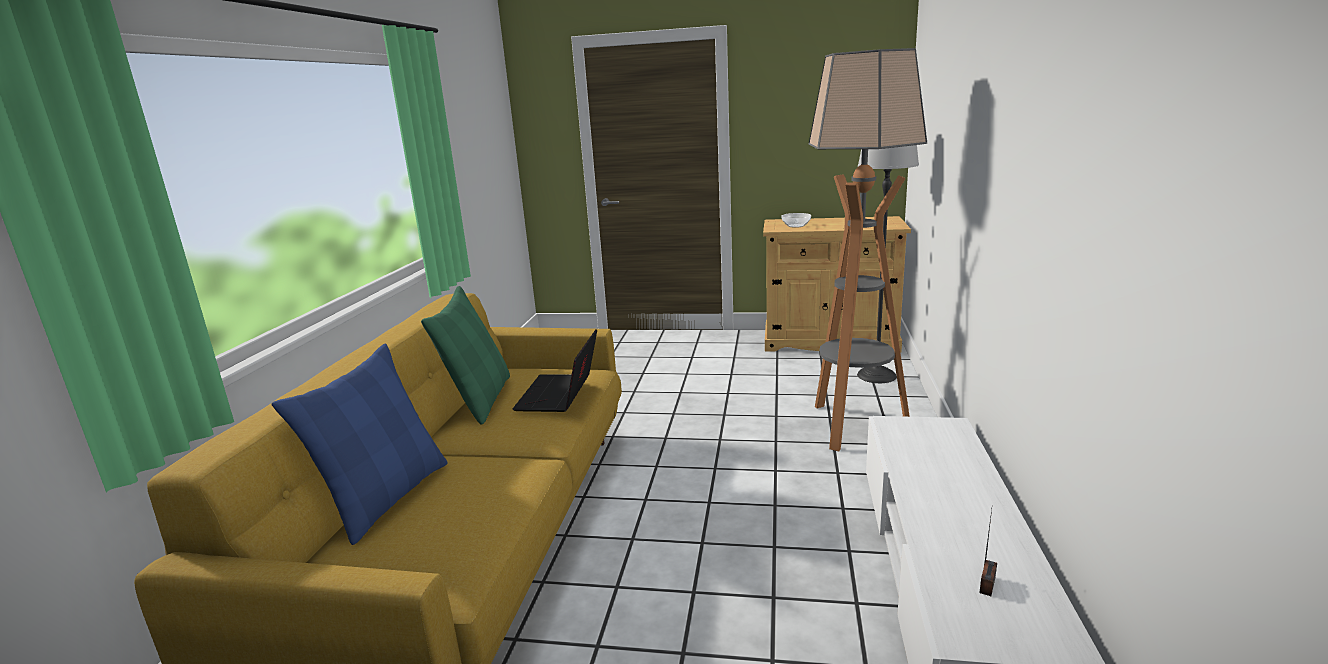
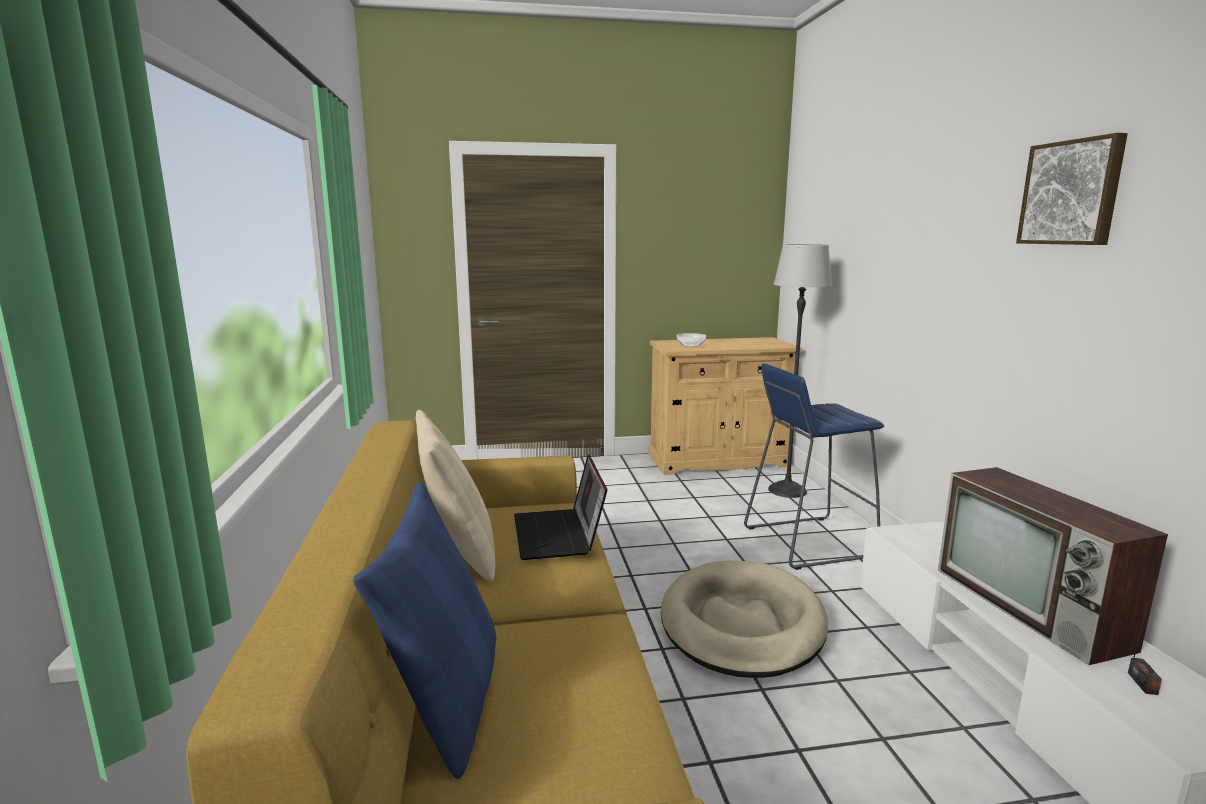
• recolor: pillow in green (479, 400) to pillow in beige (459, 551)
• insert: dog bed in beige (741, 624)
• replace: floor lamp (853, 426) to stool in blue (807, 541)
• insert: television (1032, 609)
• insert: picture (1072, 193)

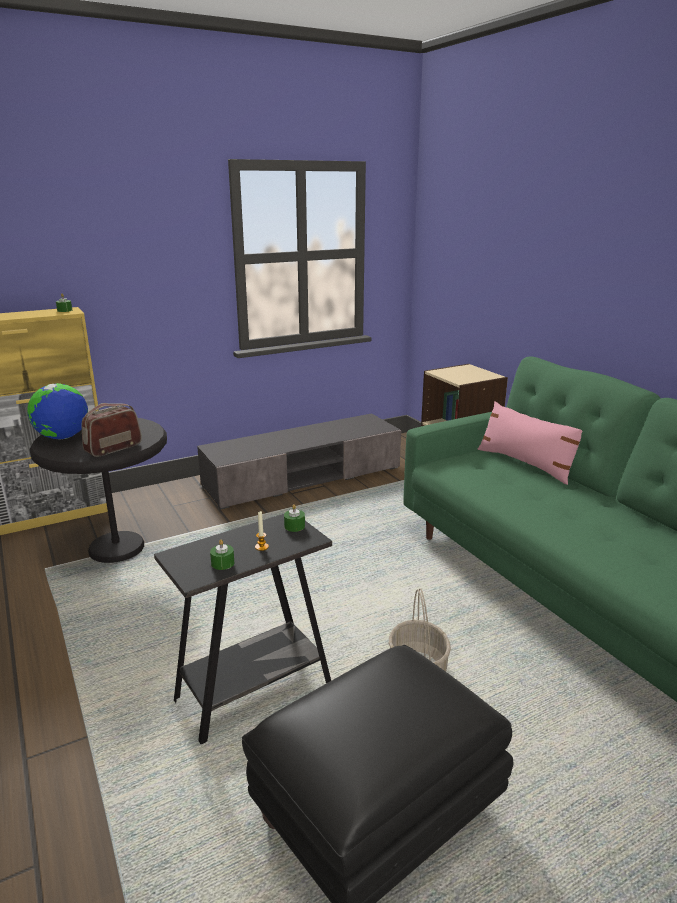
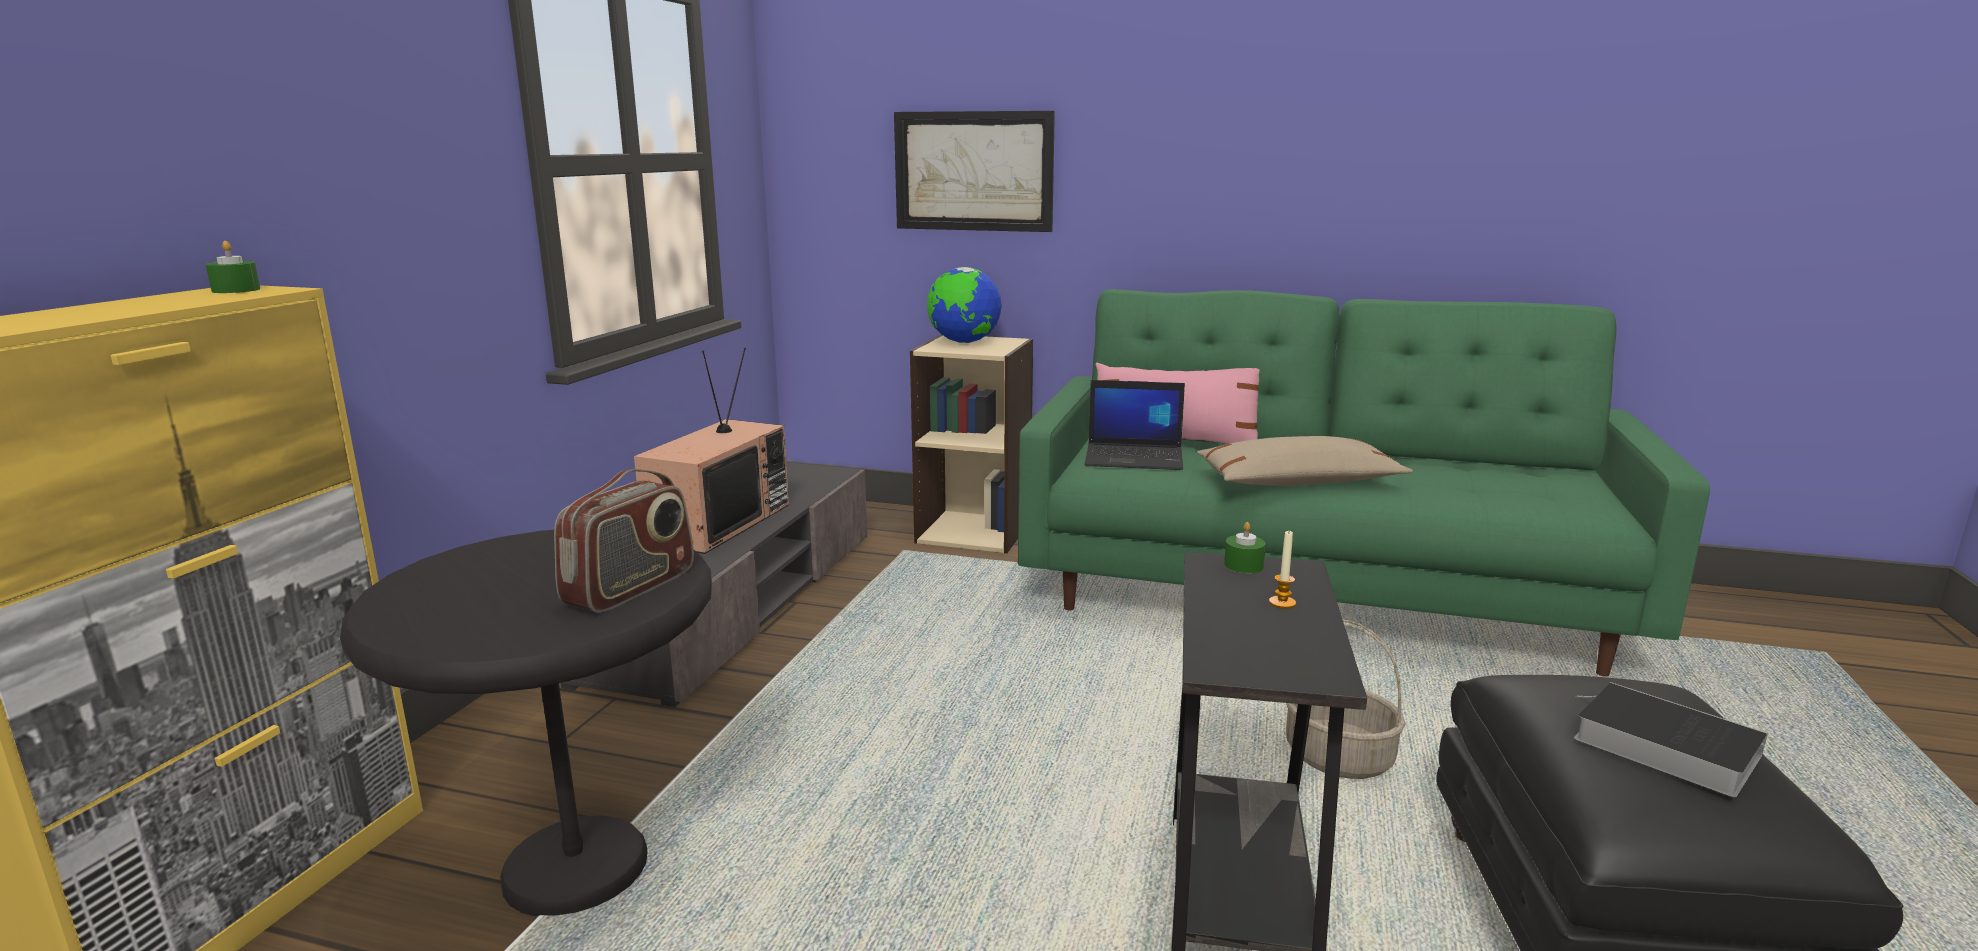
• rotate: radio (113, 448) = (631, 588) 150 degrees counterclockwise
• insert: television (718, 522)
• insert: picture (974, 171)
• move: globe (62, 437) to (964, 342)
• insert: laptop (1135, 458)
• insert: pillow in beige (1297, 482)
• insert: book (1659, 745)
• delete: candle in green (222, 563)

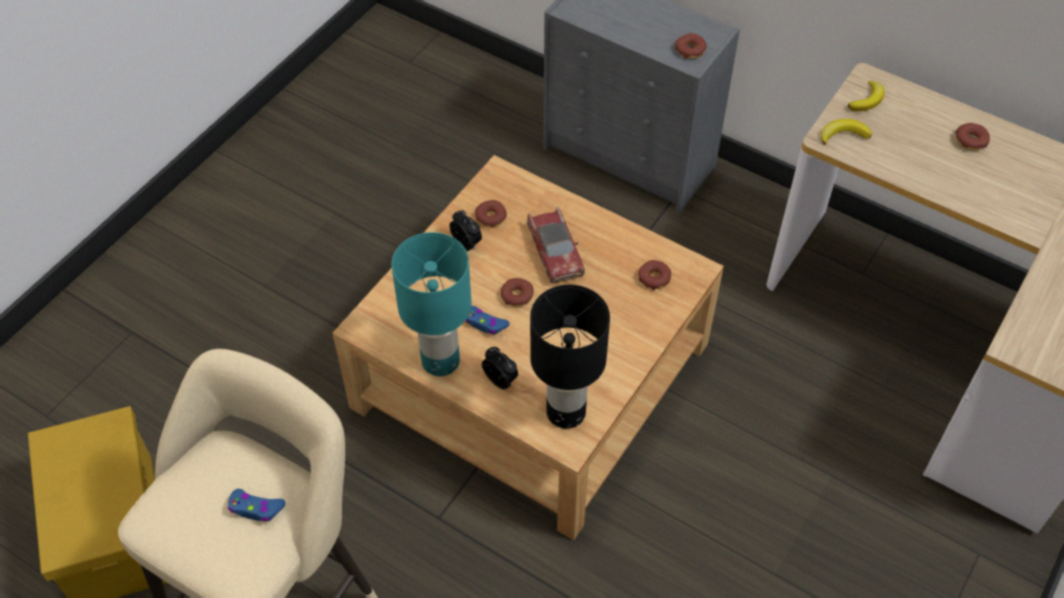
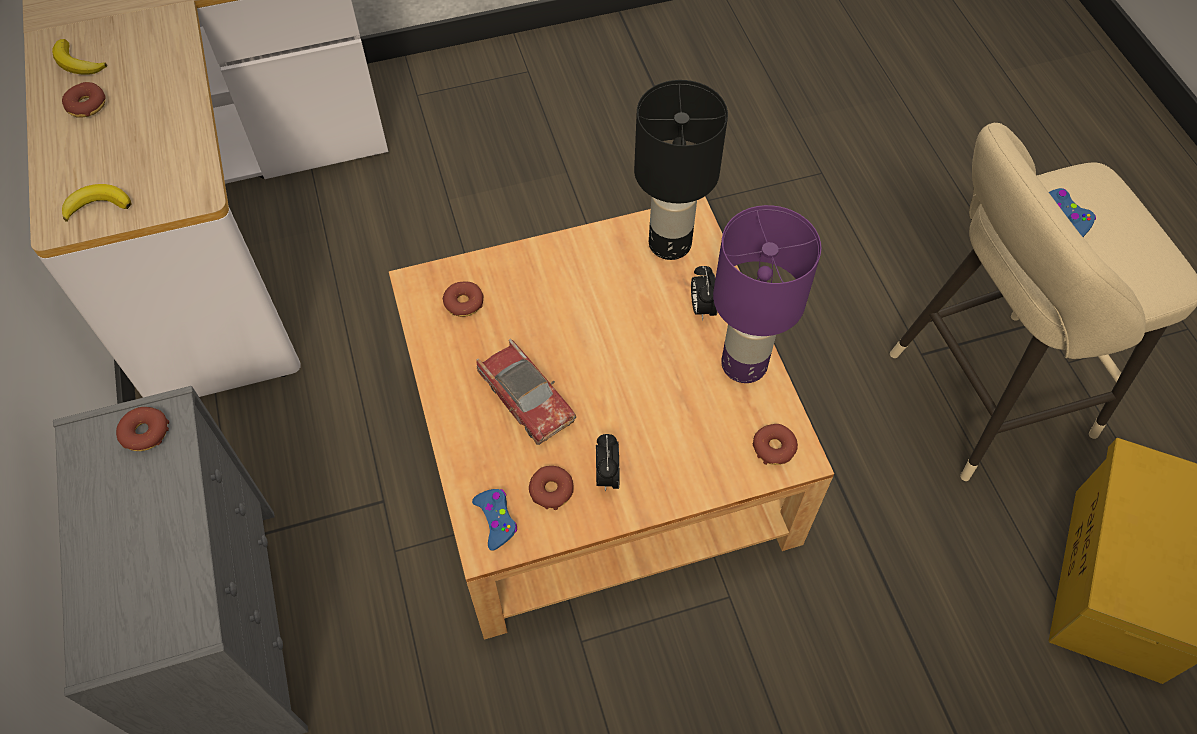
• move: banana (843, 134) to (77, 63)
• move: game controller in blue (485, 324) to (496, 520)
• rotate: toy car (555, 251) = (526, 398) 120 degrees clockwise
• recolor: table lamp in turquoise (441, 361) to table lamp in purple (743, 363)
• move: donut (517, 296) to (774, 448)

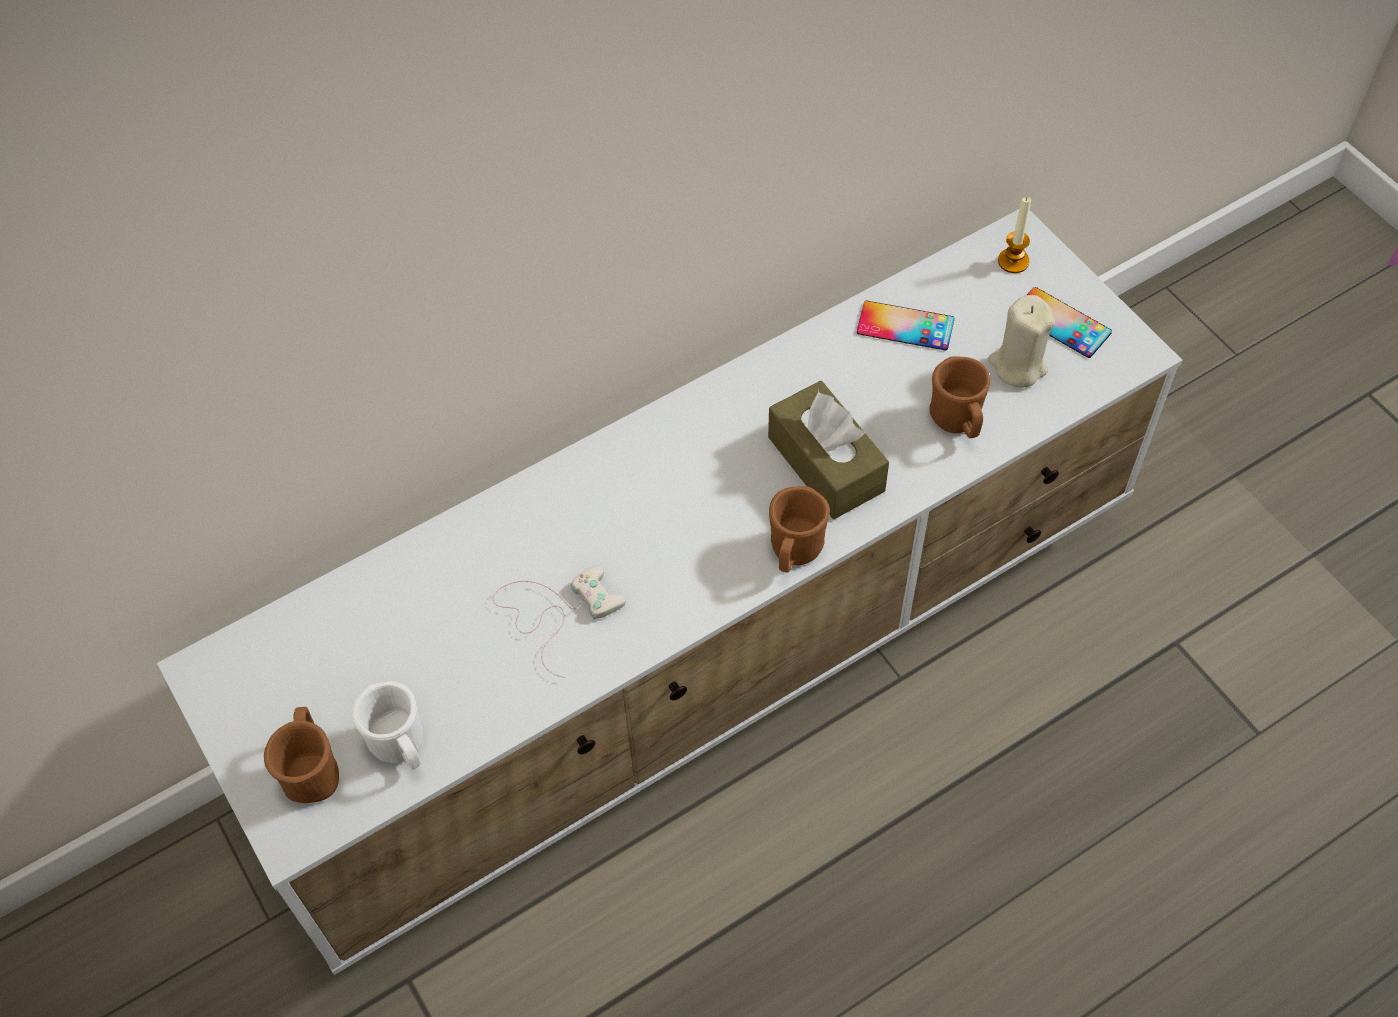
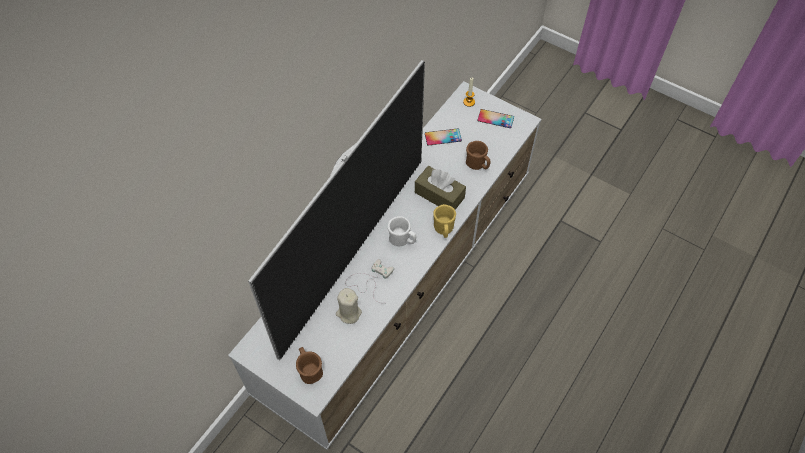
• insert: television (353, 252)
• move: candle in beige (1017, 365) to (348, 313)
• move: mug in white (401, 747) to (402, 240)
• recolor: mug in brown (794, 552) to mug in yellow (444, 230)

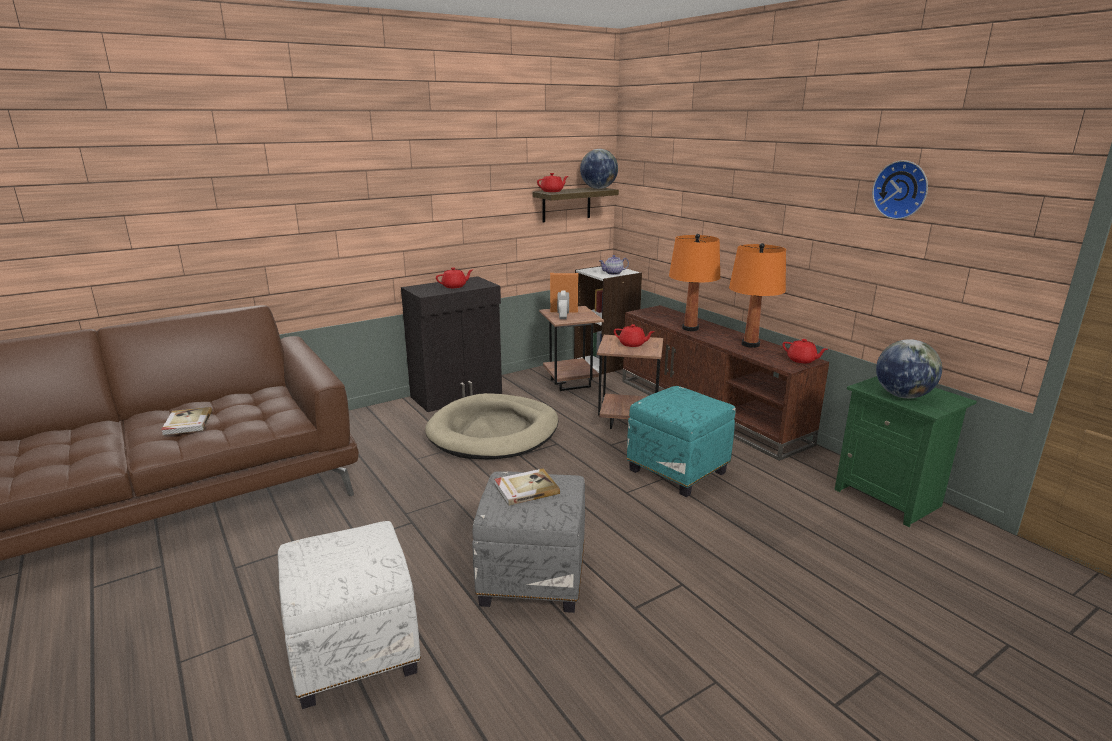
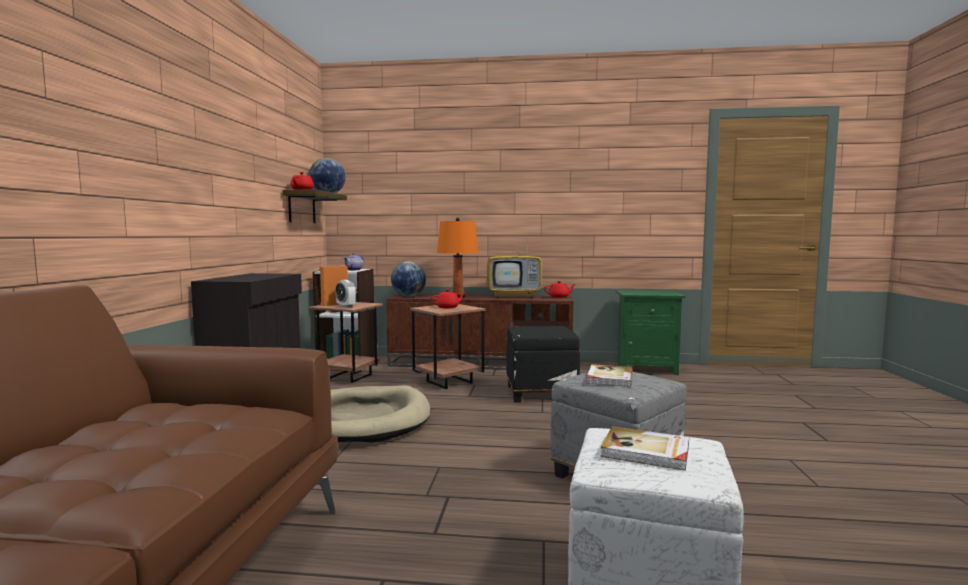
• move: globe (902, 395) to (408, 296)
• replace: table lamp in orange (750, 344) to television (514, 297)
• recolor: ottoman in turquoise (678, 471) to ottoman in black (541, 393)
• move: book (187, 423) to (646, 451)
• delete: teapot in red (454, 286)
• delete: wall clock (902, 189)

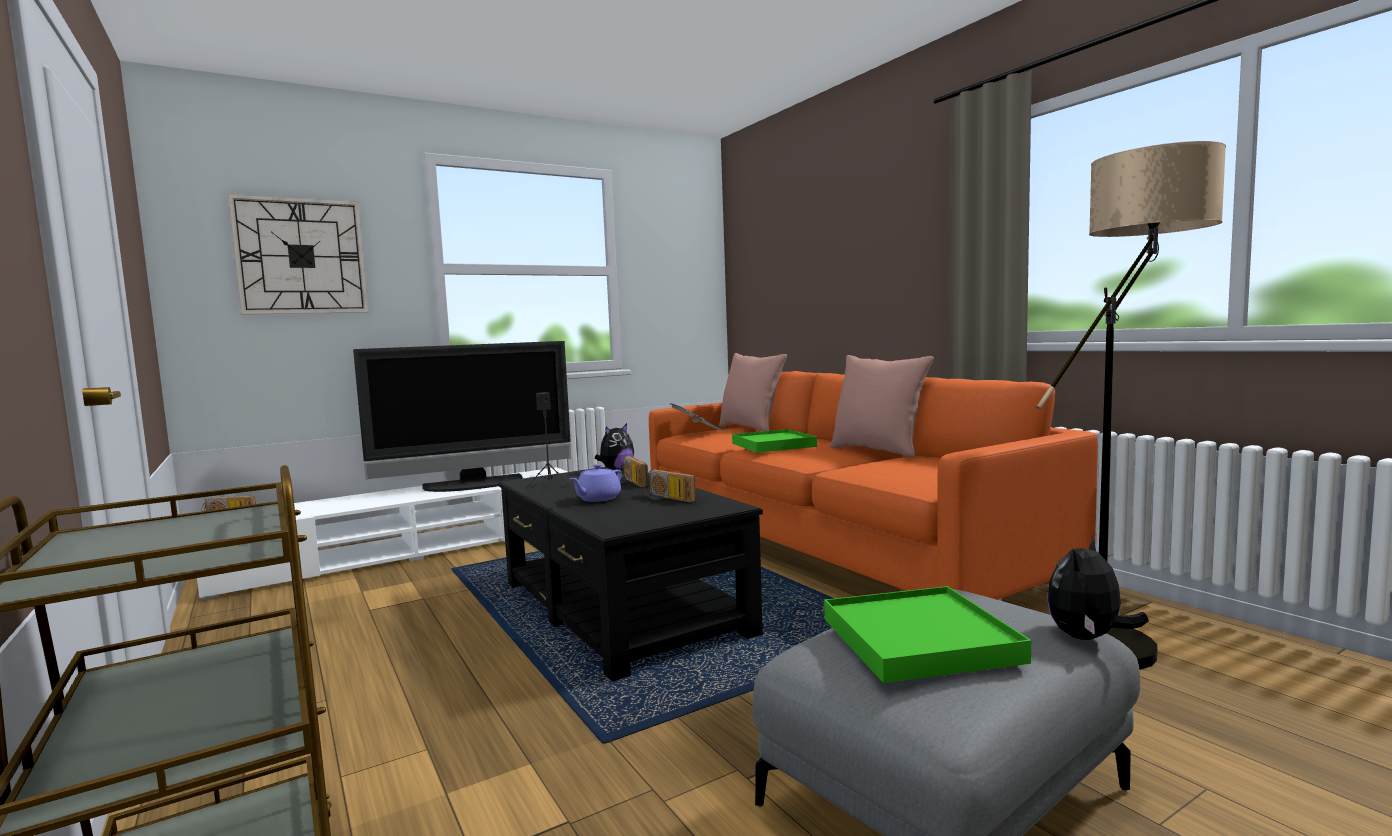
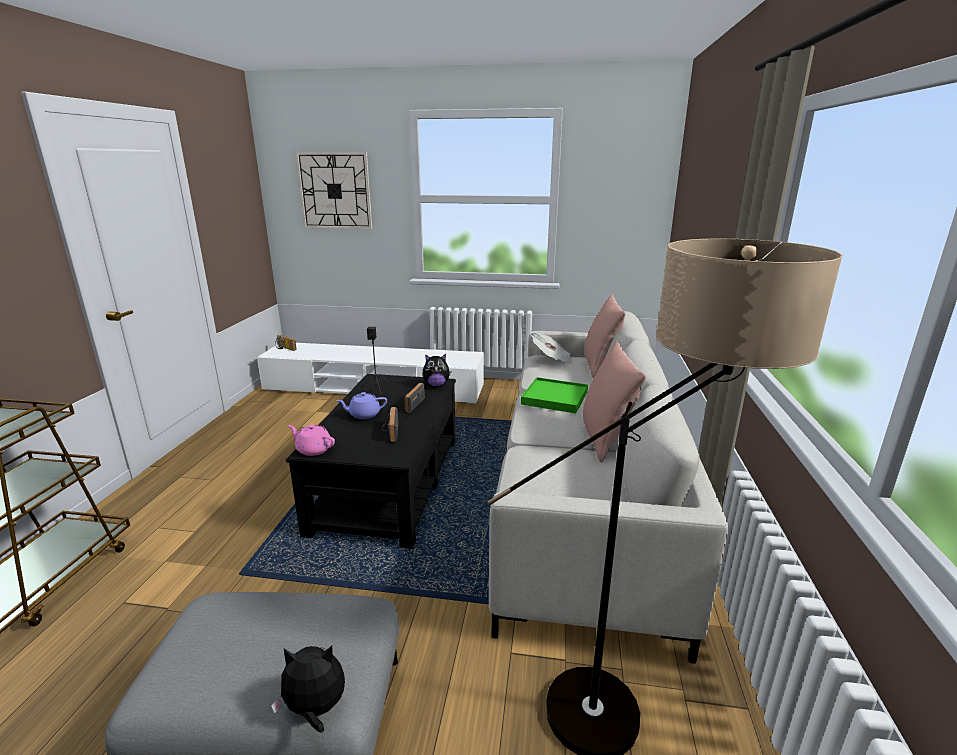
• insert: teapot in pink (313, 449)
• recolor: sofa in orange (827, 551) to sofa in grey (582, 496)
• delete: television (474, 484)
• delete: tray in green (918, 640)

